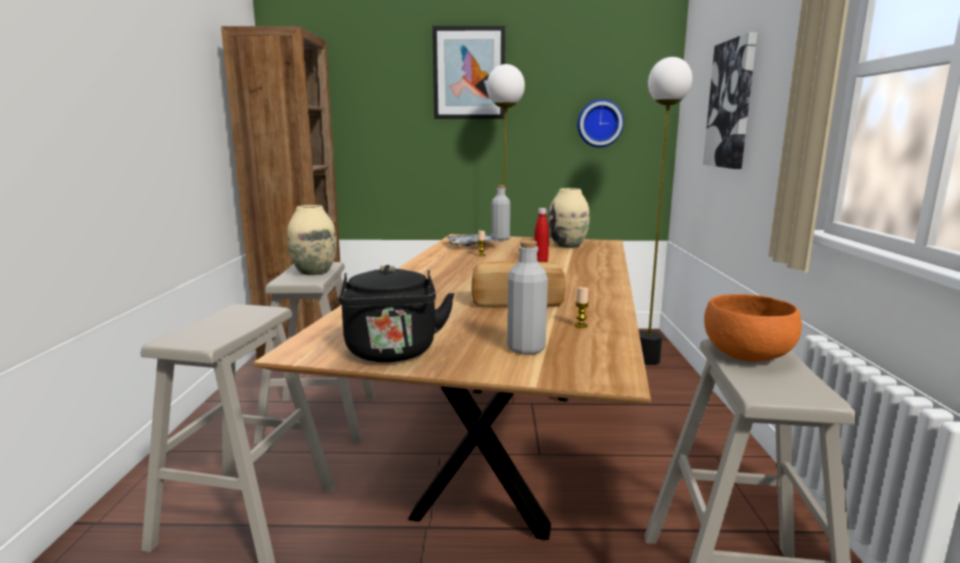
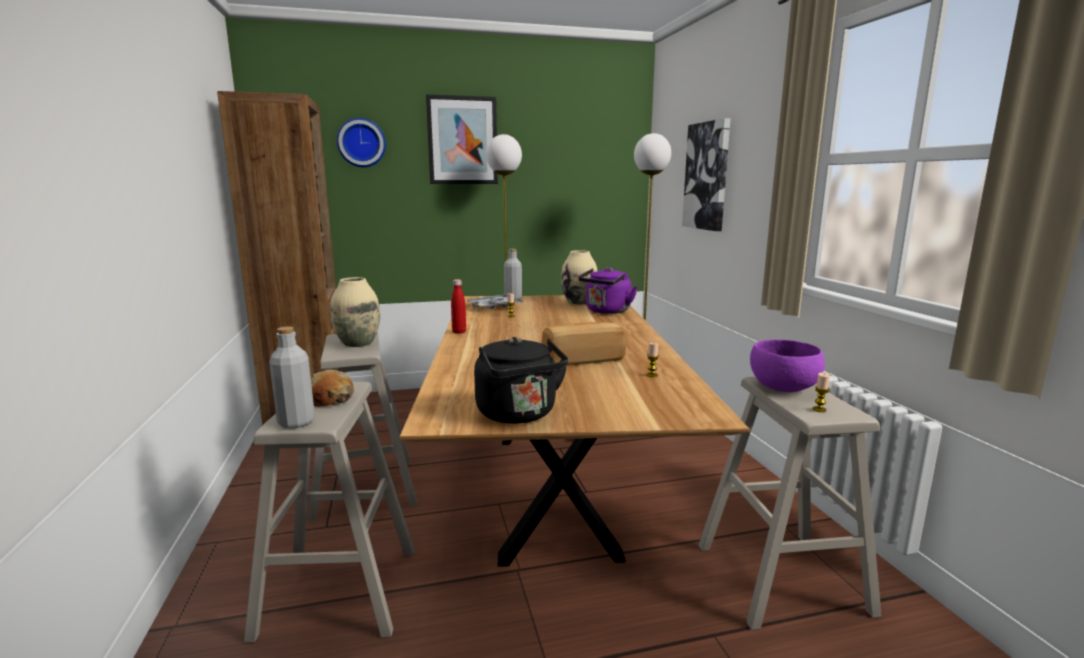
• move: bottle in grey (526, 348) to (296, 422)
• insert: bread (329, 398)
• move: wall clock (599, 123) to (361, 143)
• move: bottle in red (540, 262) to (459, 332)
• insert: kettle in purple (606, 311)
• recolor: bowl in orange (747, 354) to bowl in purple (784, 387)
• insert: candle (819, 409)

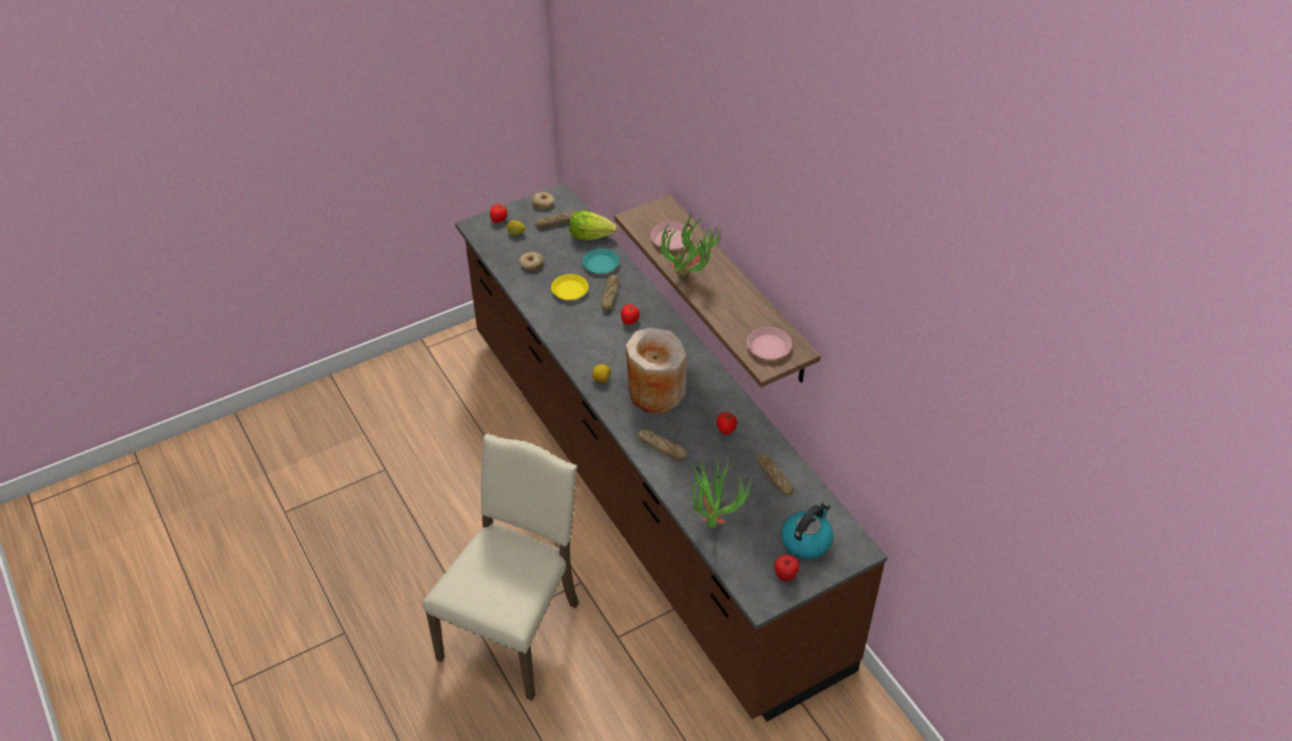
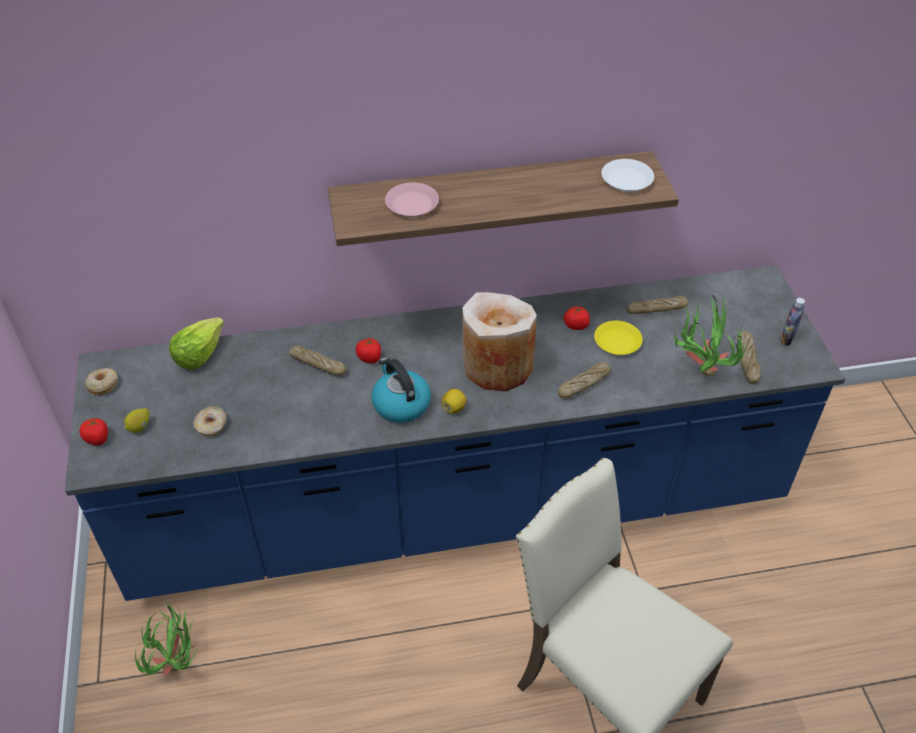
• recolor: counter in brown (646, 491) to counter in blue (458, 506)
• move: potted plant (689, 277) to (178, 663)
• move: kettle (806, 540) to (400, 404)
• move: plate in yellow (570, 290) to (617, 341)
• recolor: plate in pink (768, 346) to plate in white (626, 180)
• move: bread (558, 222) to (747, 360)
• replace: apple (785, 576) to bottle (787, 339)
• delete: plate in turquoise (601, 264)

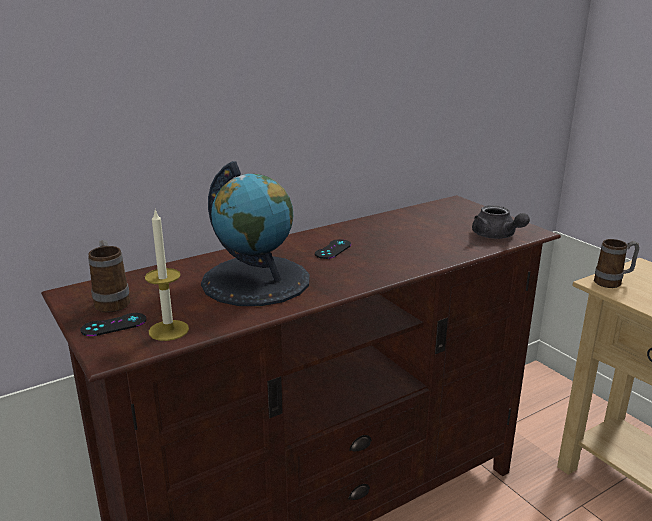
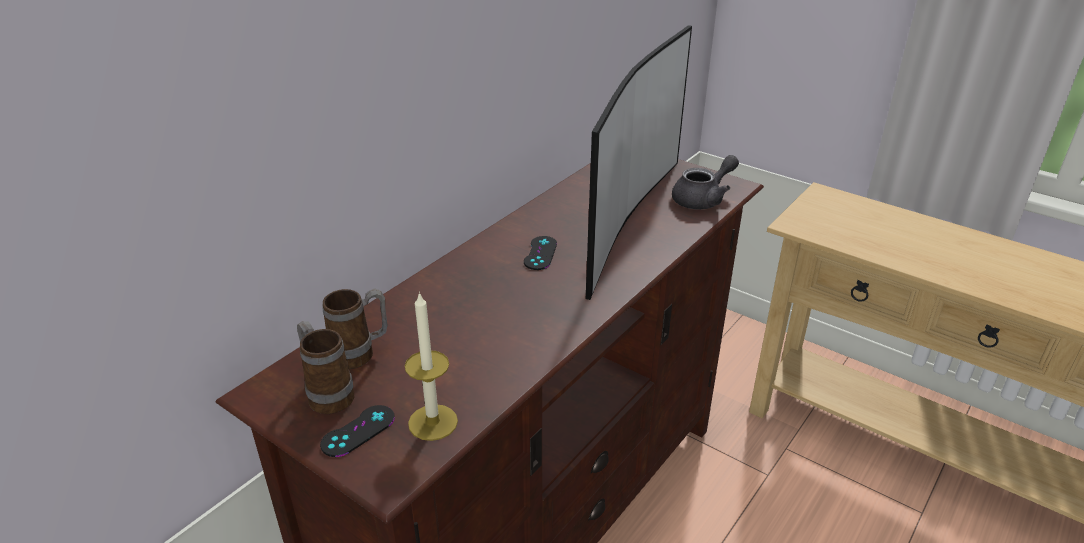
• move: mug (613, 282) to (361, 354)
• insert: television (627, 219)
• rotate: teapot in grey (496, 236) = (703, 199) 75 degrees counterclockwise
• delete: globe (256, 280)

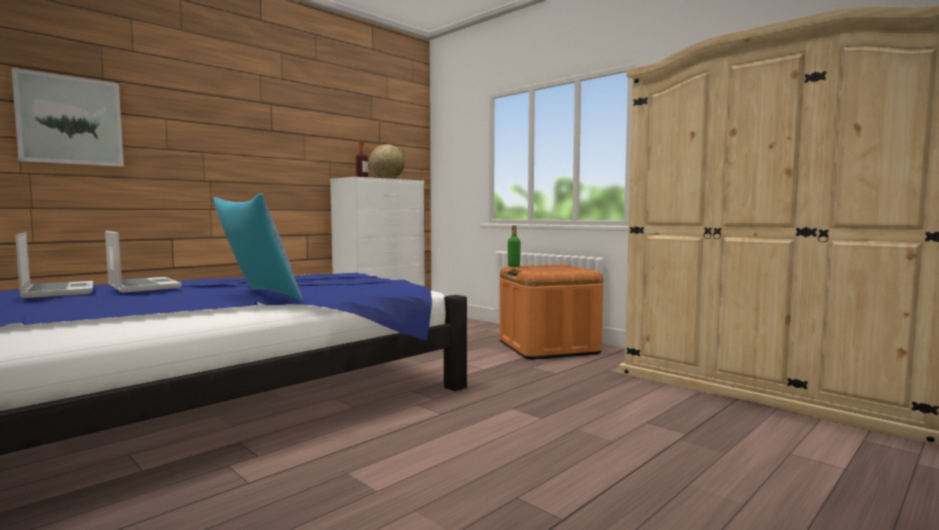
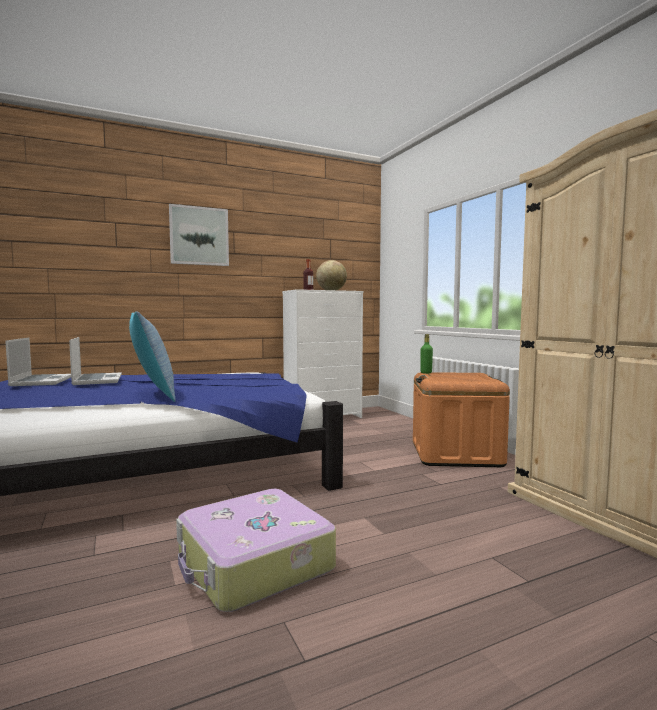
• move: picture (70, 121) to (199, 236)
• insert: suitcase (254, 564)

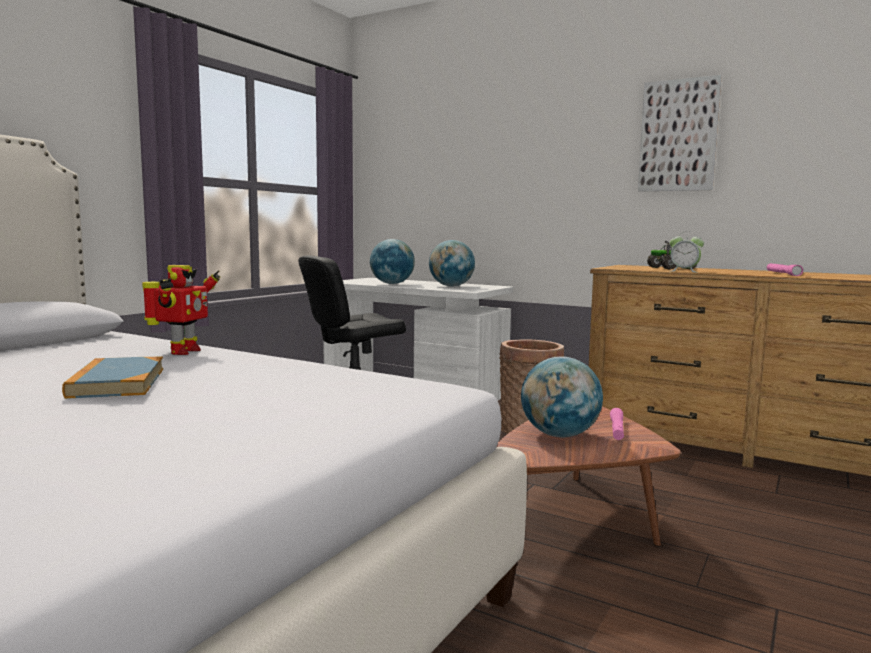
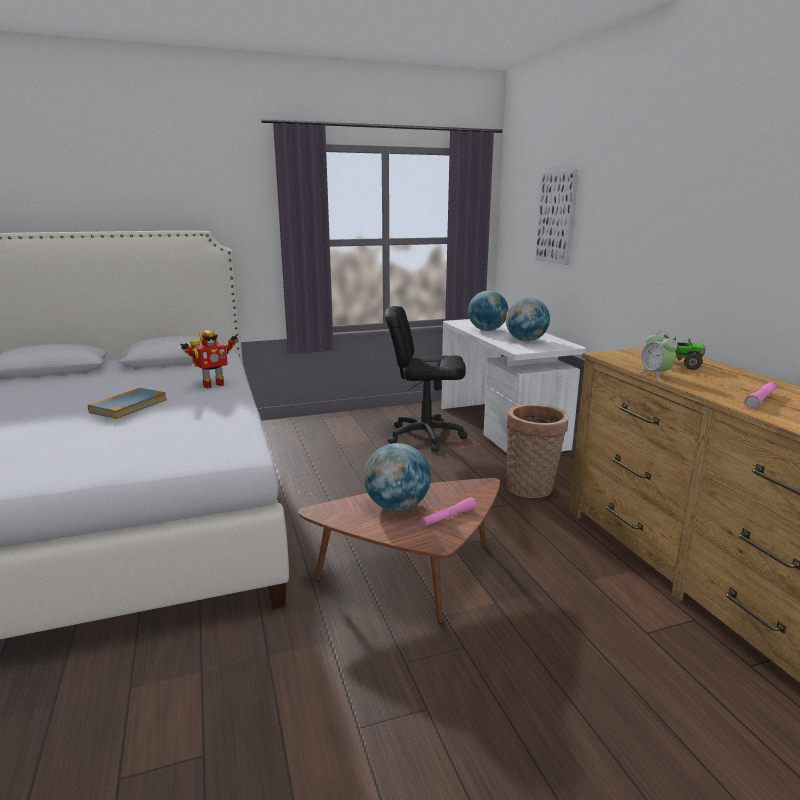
• move: picture (678, 136) to (556, 217)

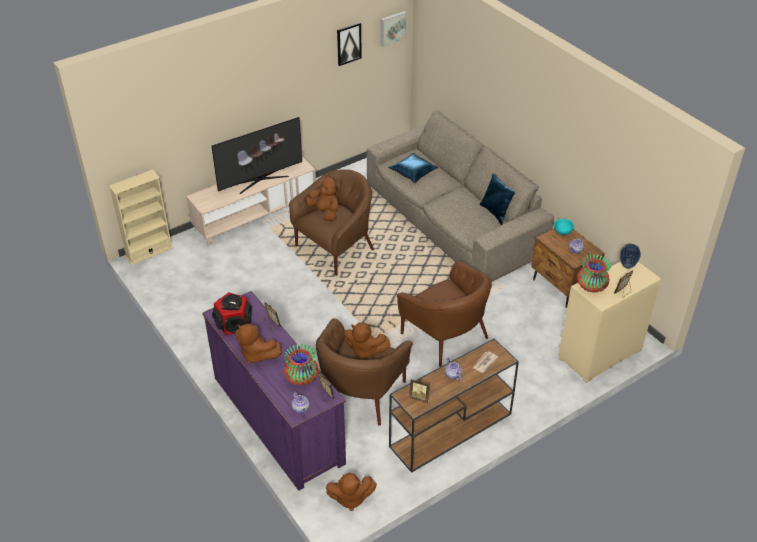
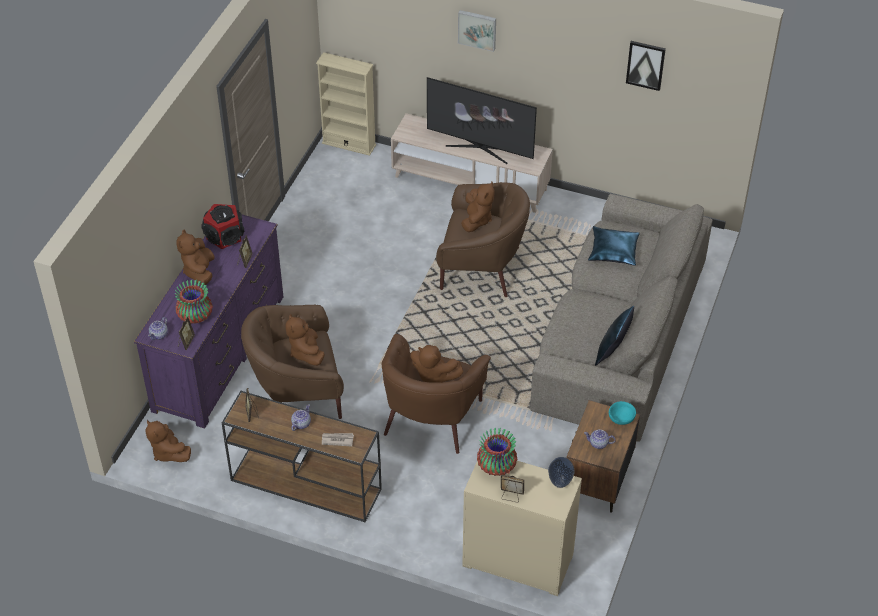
• insert: plush toy in brown (433, 376)
• move: picture (392, 28) to (477, 29)

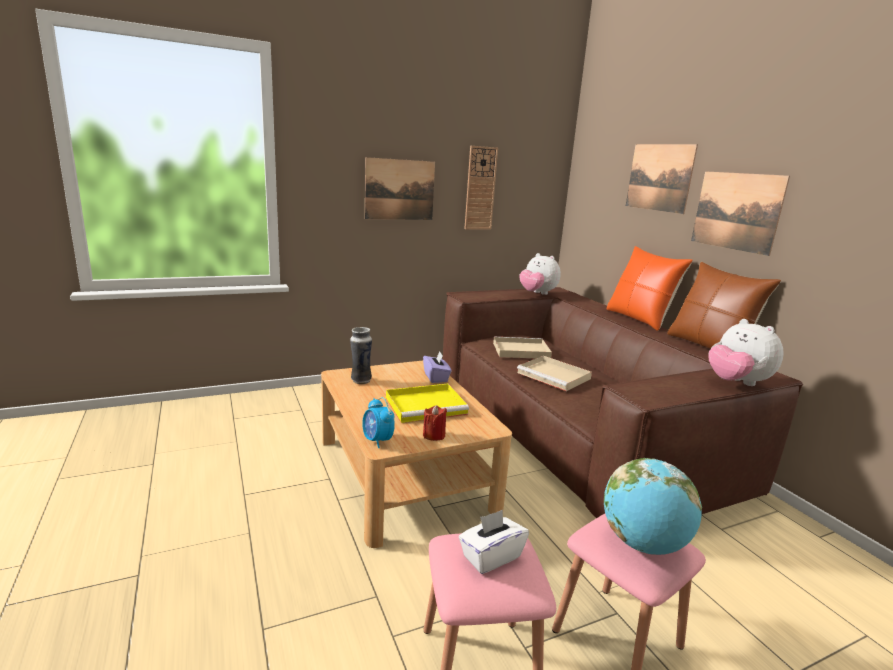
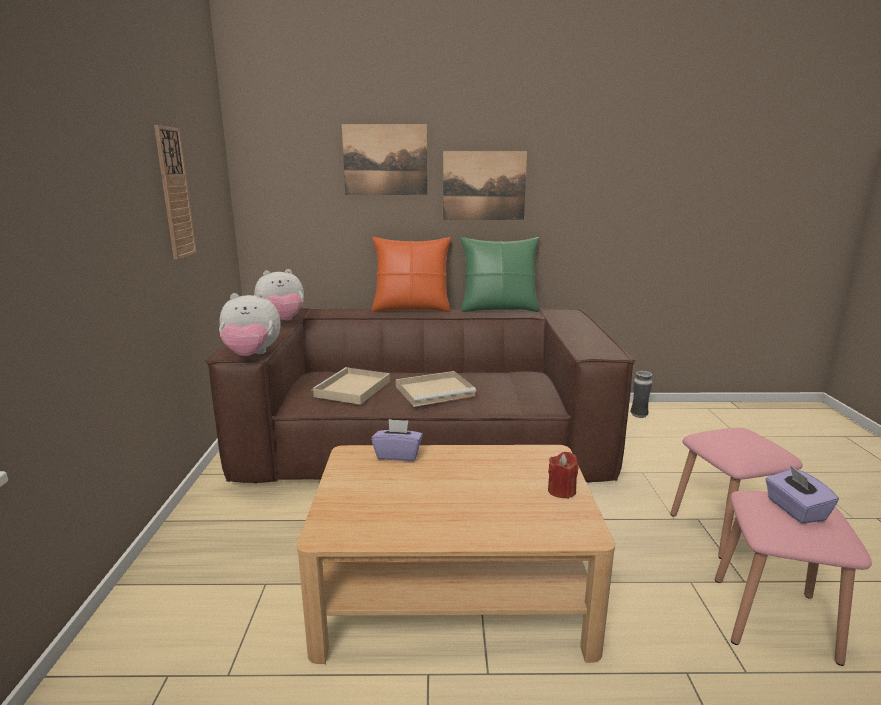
• move: plush toy (736, 383) to (251, 355)
• recolor: pillow in brown (709, 346) to pillow in green (499, 309)
• move: vase (360, 381) to (638, 415)
• recolor: tissue box in white (491, 556) to tissue box in purple (795, 510)
• delete: alarm clock (377, 441)
• delete: picture (400, 189)
• delete: tray in yellow (427, 405)
• delete: globe (643, 544)

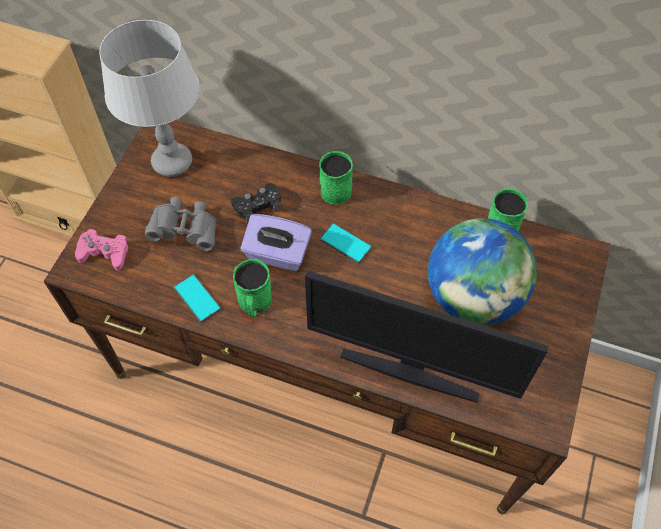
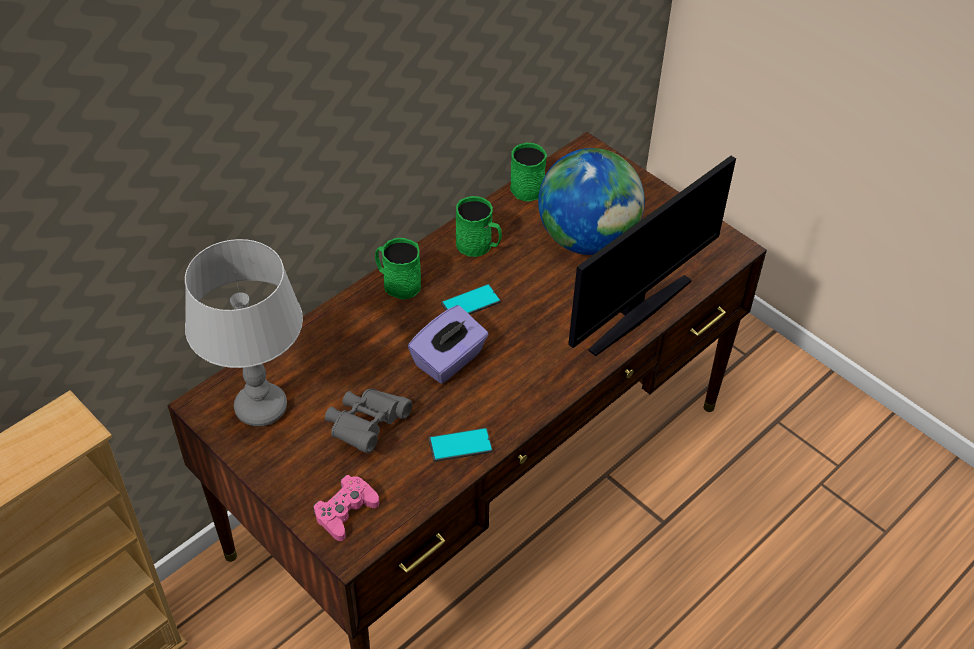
• move: mug in green (254, 303) to (478, 245)
• delete: game controller in black (257, 205)

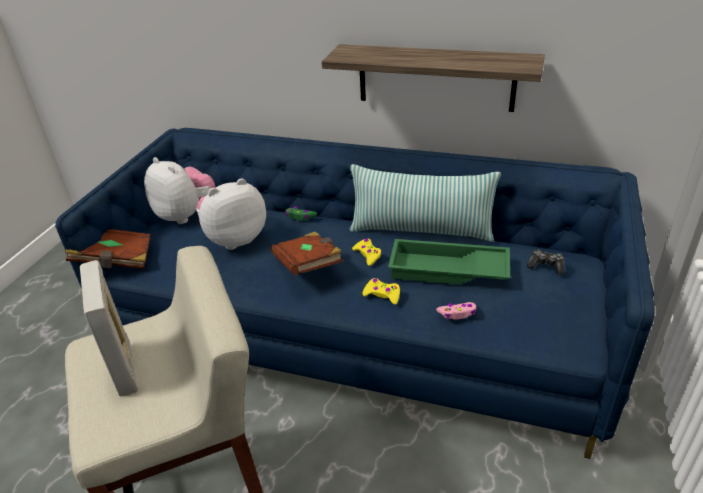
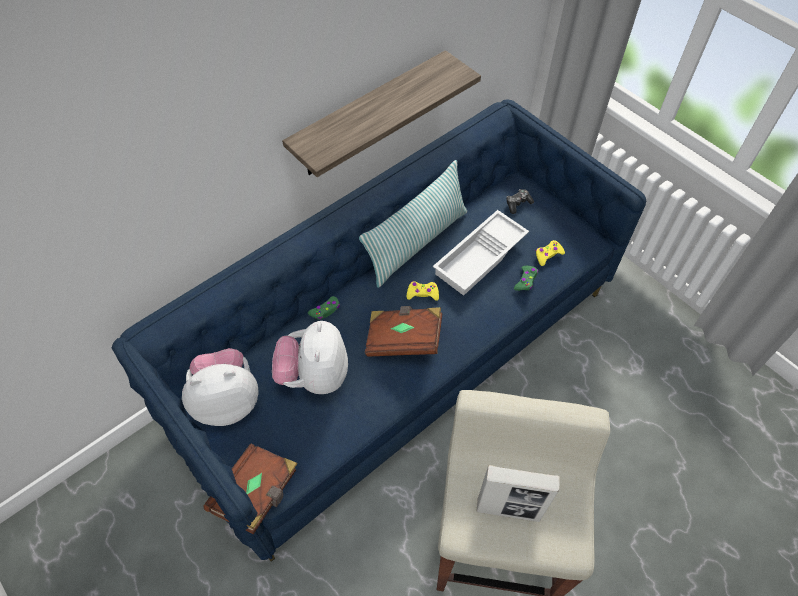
• recolor: tray in green (447, 271) to tray in white (481, 258)
• recolor: game controller in pink (457, 314) to game controller in green (525, 281)
• move: game controller in yellow (382, 294) to (548, 255)

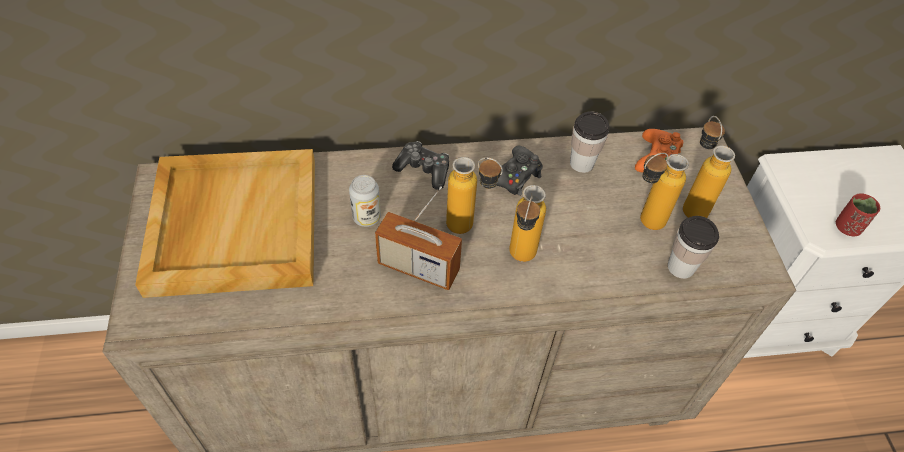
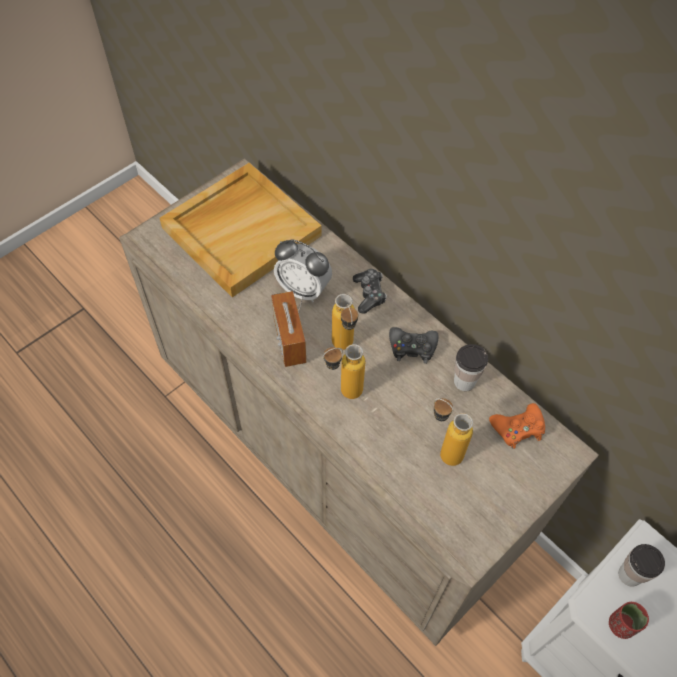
• replace: can (366, 217) to alarm clock (303, 289)
• move: cup (681, 267) to (629, 575)
• delete: bottle (689, 203)

